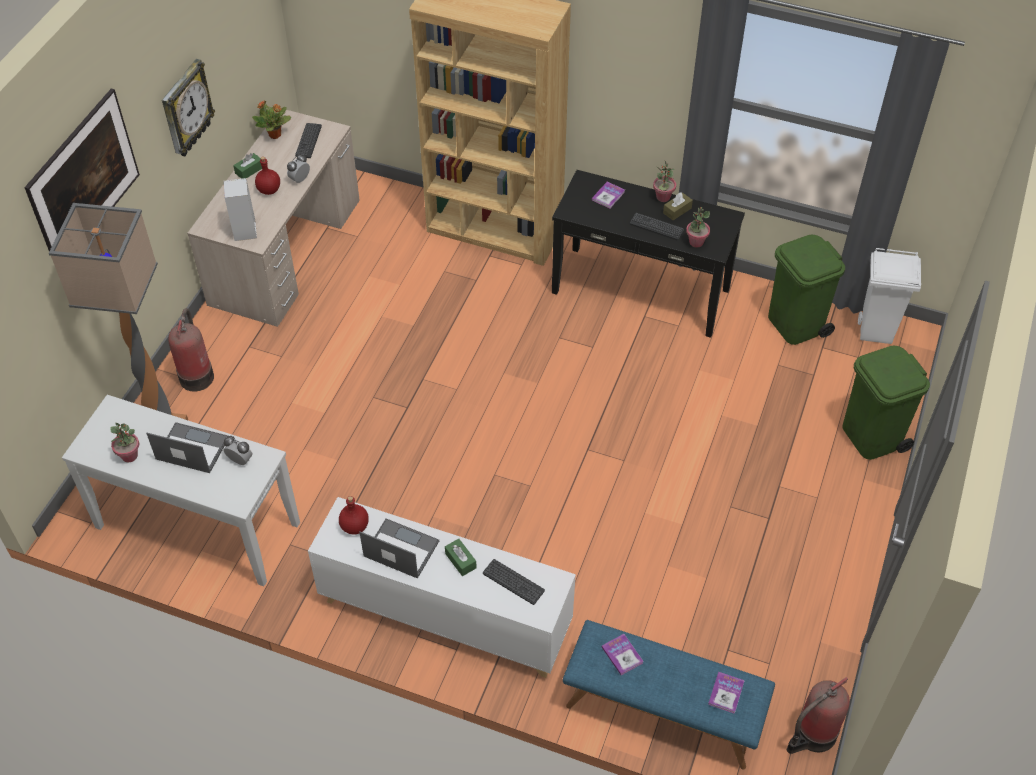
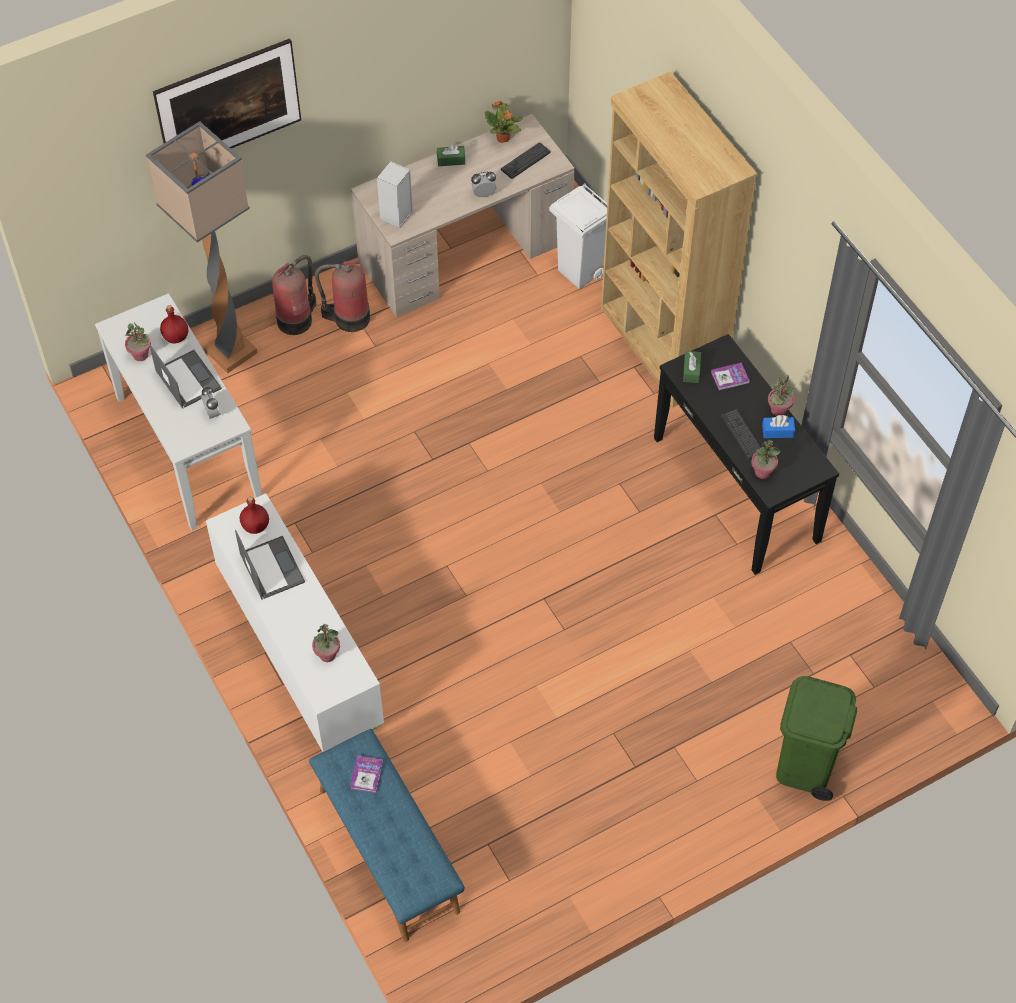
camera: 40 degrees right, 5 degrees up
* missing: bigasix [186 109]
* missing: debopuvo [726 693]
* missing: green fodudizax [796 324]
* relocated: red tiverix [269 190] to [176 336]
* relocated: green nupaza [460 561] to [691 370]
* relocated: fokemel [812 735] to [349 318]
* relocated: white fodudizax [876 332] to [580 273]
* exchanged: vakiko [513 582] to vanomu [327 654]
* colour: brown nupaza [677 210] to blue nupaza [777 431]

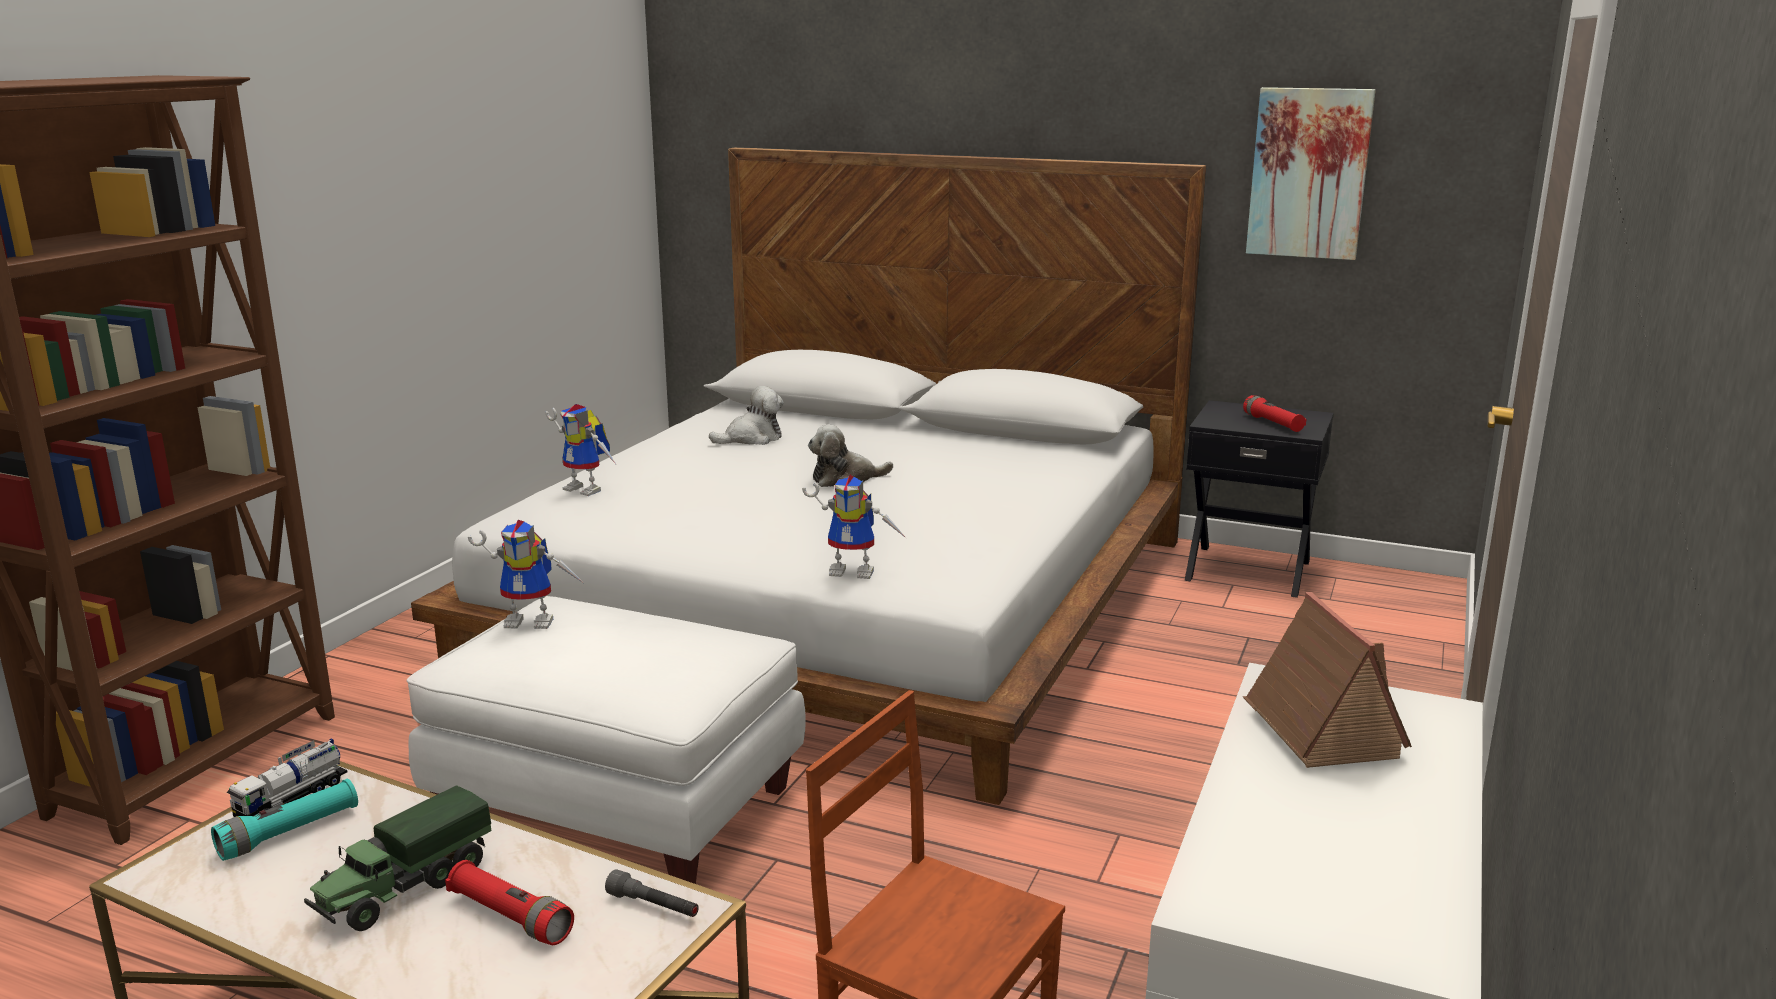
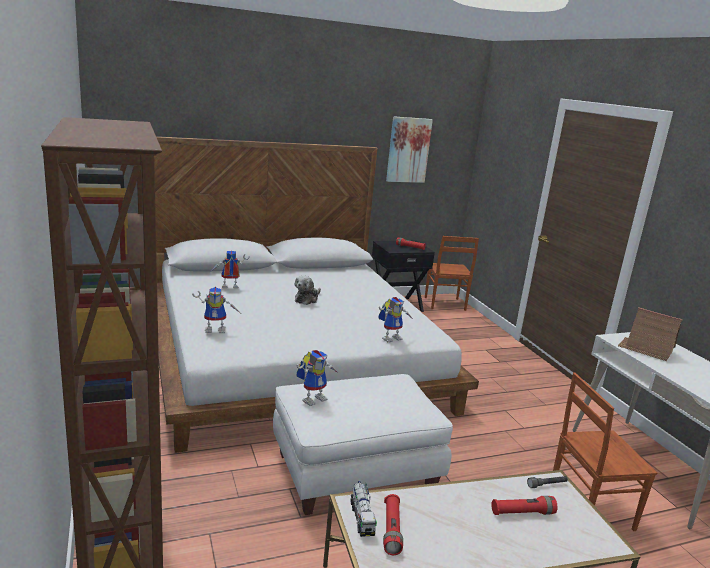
camera: 45 degrees left, 0 degrees up
* missing: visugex [404 889]
* appeared: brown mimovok [444 304]
* exchanged: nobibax [752 439] to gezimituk [228 288]
* colour: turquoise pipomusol [289 833] to red pipomusol [391 530]

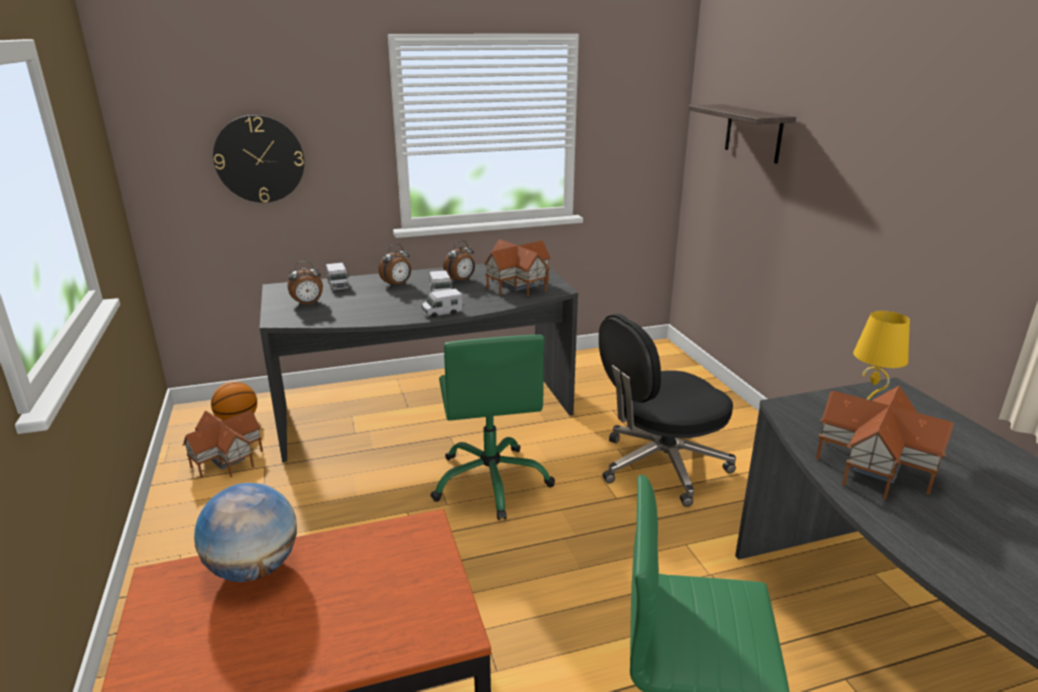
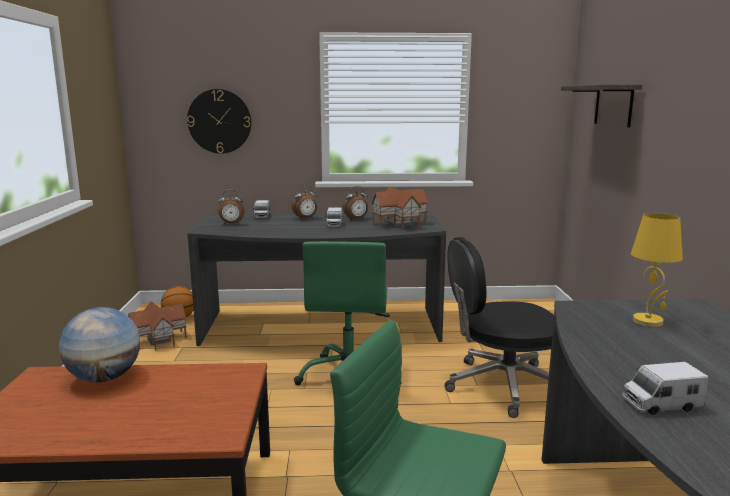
camera: 15 degrees right, 10 degrees down
* missing: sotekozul [873 465]
* relocated: visugex [442 313] to [661 404]

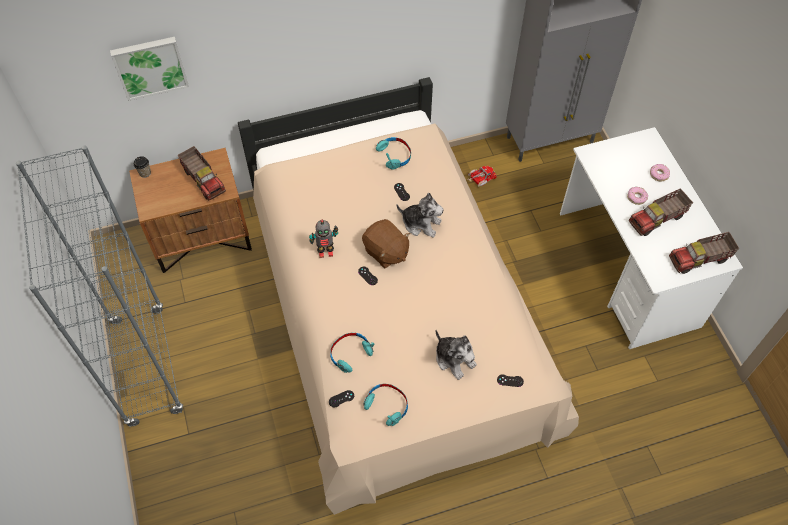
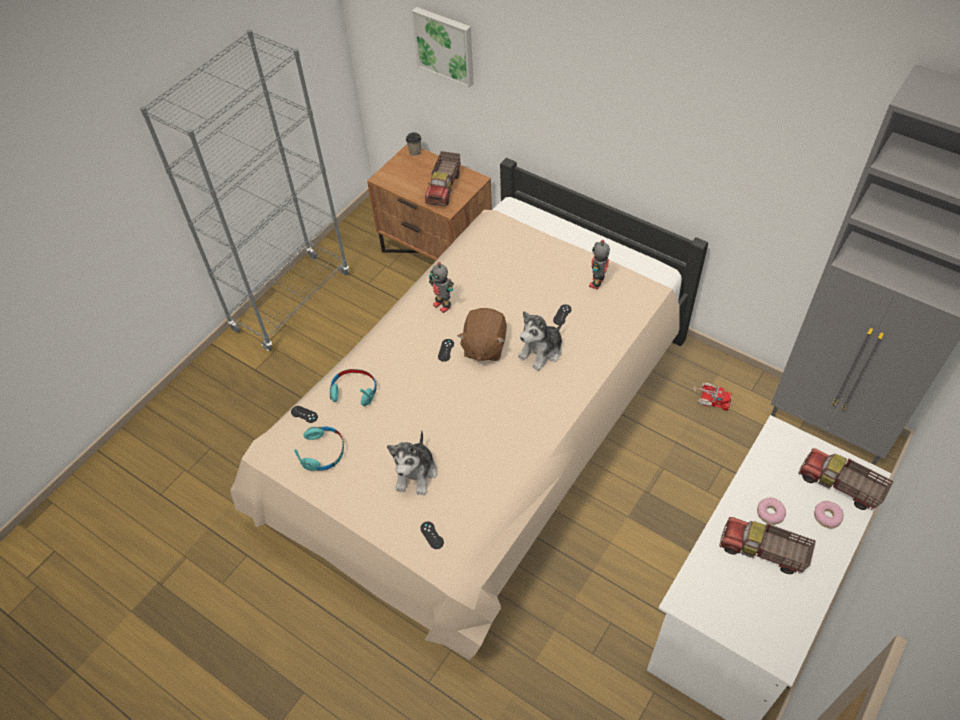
camera: 55 degrees right, 5 degrees down
* relocated: visugex [700 259] to [839 486]
* exchanged: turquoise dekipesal [394 155] to gezimituk [597 283]
* spun: nobibax [421 223] = [542 351] 60 degrees clockwise

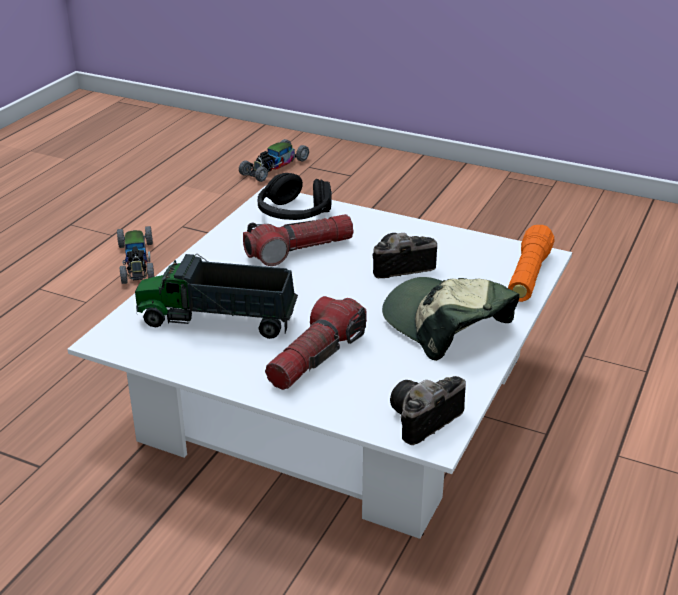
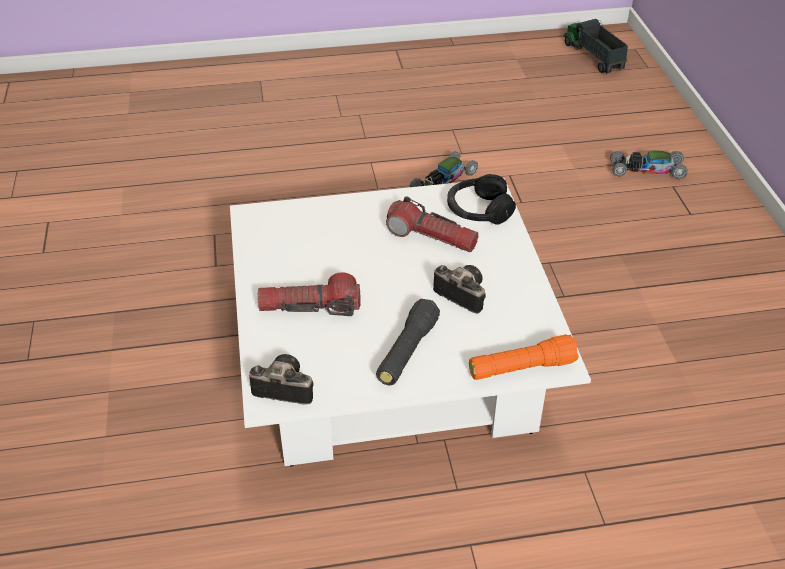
camera: 55 degrees right, 10 degrees up
* relocated: visugex [218 320] to [592 56]
* exchanged: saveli [446 325] to black pipomusol [407 351]

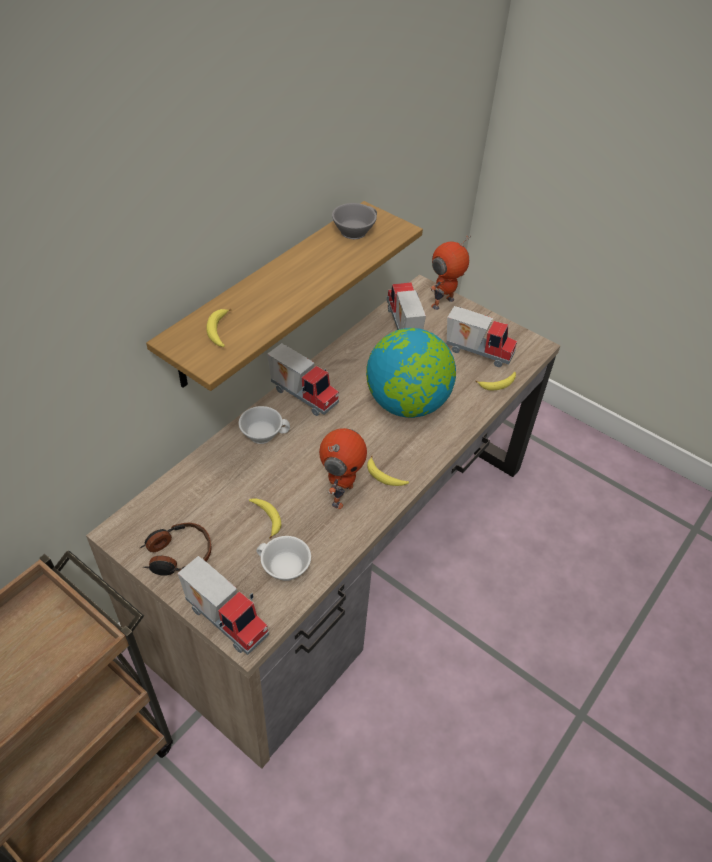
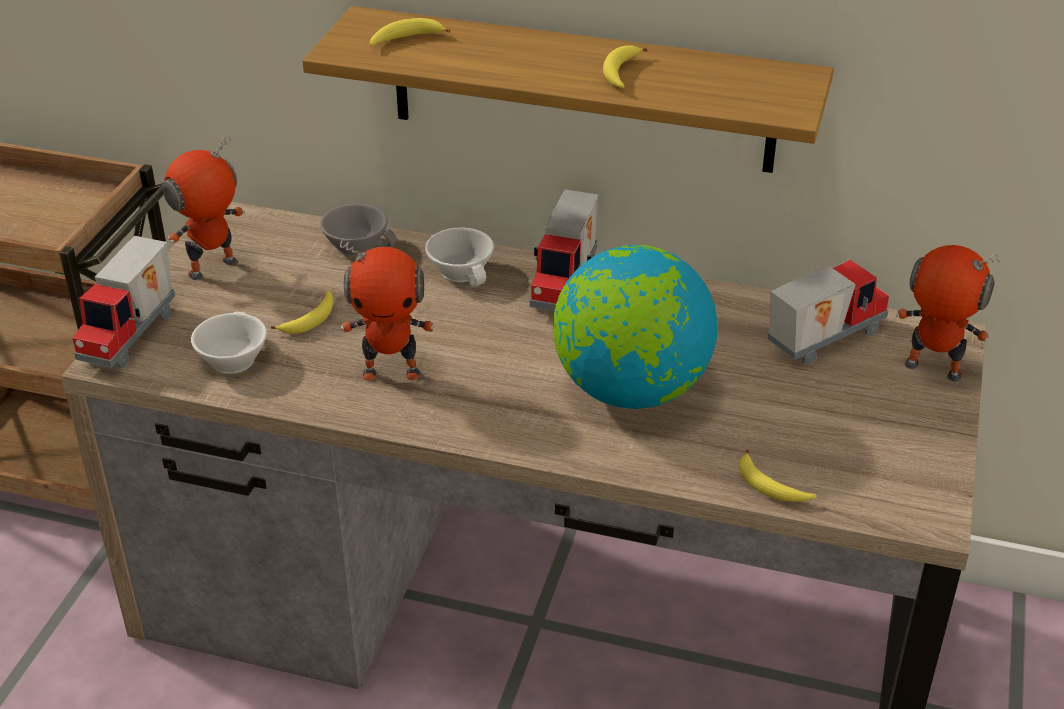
camera: 70 degrees right, 10 degrees down
* missing: visugex [478 351]
* relocated: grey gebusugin [353 230] to [359 245]
* relocated: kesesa [384 476] to [621 73]
* exchanged: dekipesal [177 555] to gezimituk [214 269]

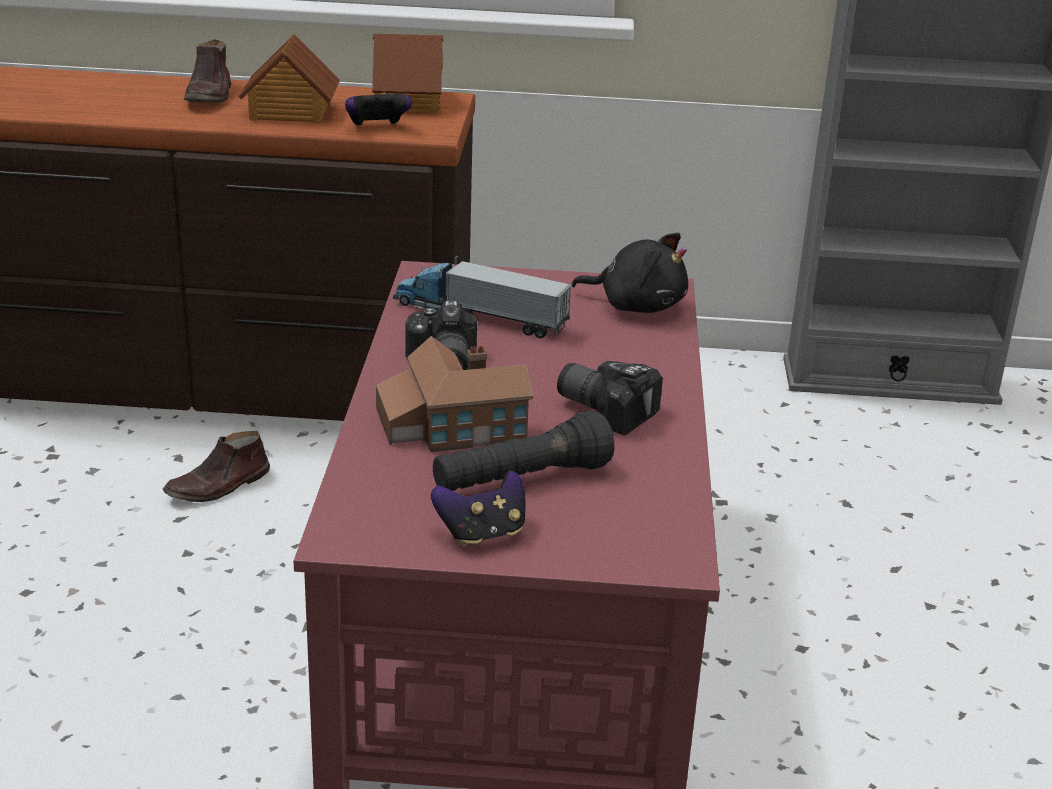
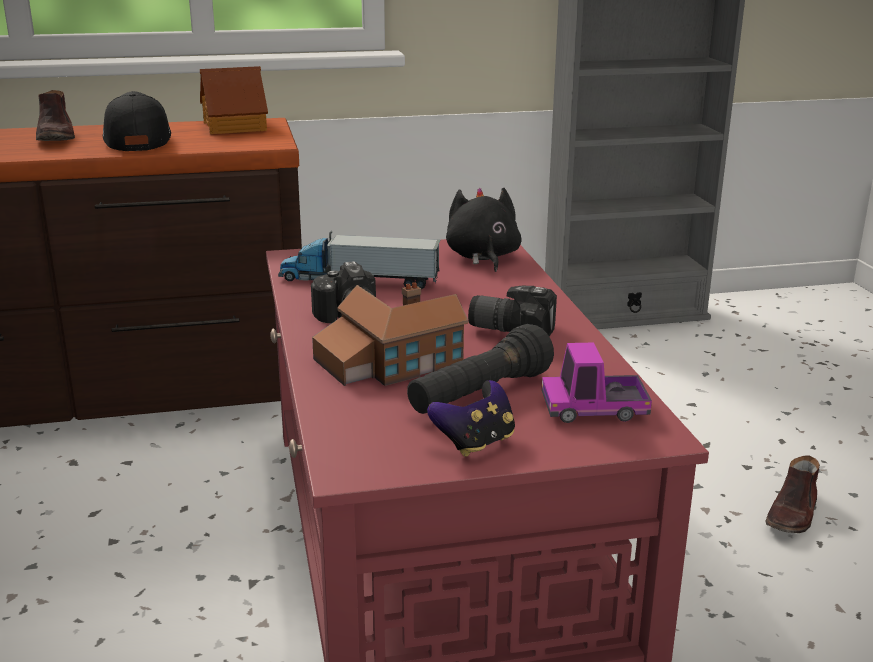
camera: 15 degrees left, 5 degrees down
* missing: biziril [377 128]
* appeared: visugex [594 409]
* relocated: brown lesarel [219 486] to [793 514]
* exchanged: sotekozul [290 111] to black saveli [136 140]
* spun: black nobibax [637 306] = [482 257] 105 degrees counterclockwise

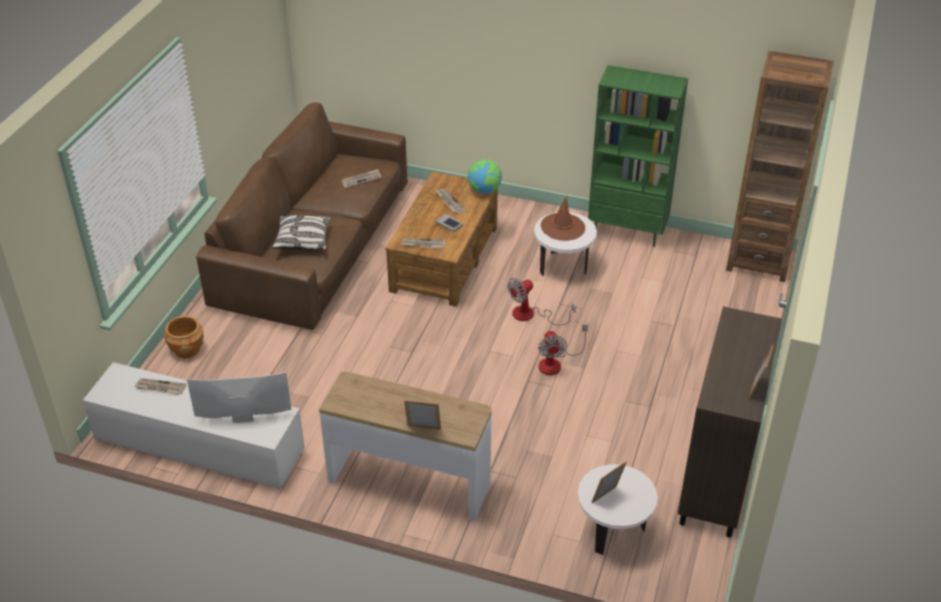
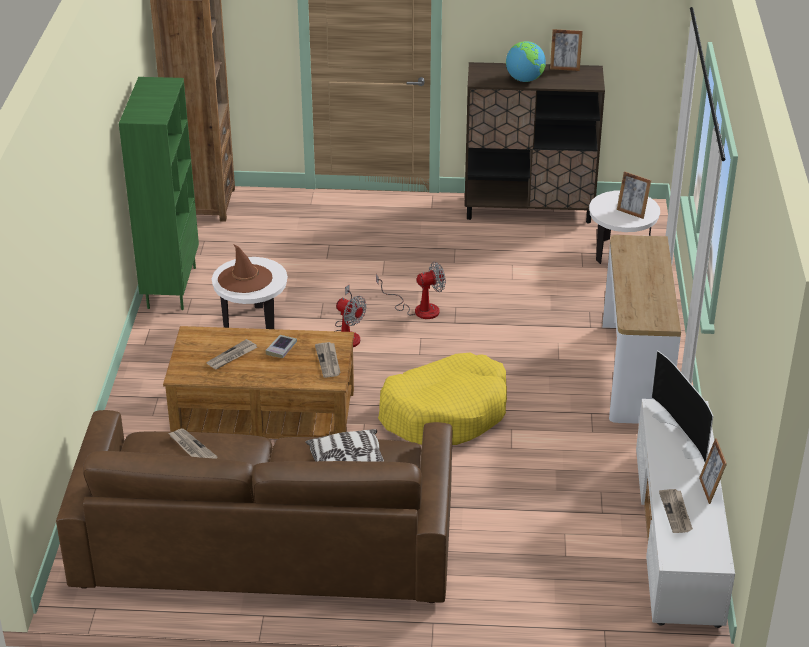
camera: 105 degrees left, 5 degrees down
* missing: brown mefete [187 350]
* appeared: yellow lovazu [445 412]
* relocated: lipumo [423 430] to [709 490]
* relocated: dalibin [484 191] to [524 79]

